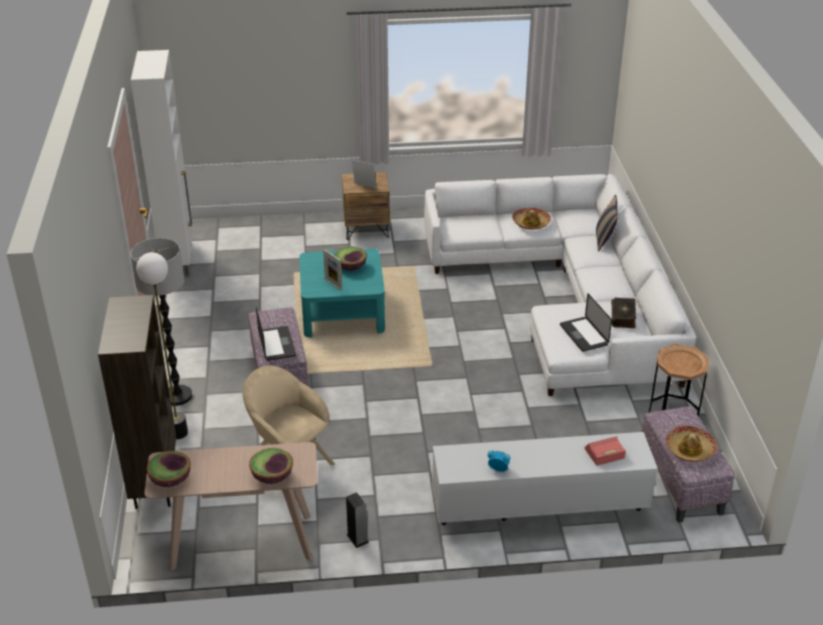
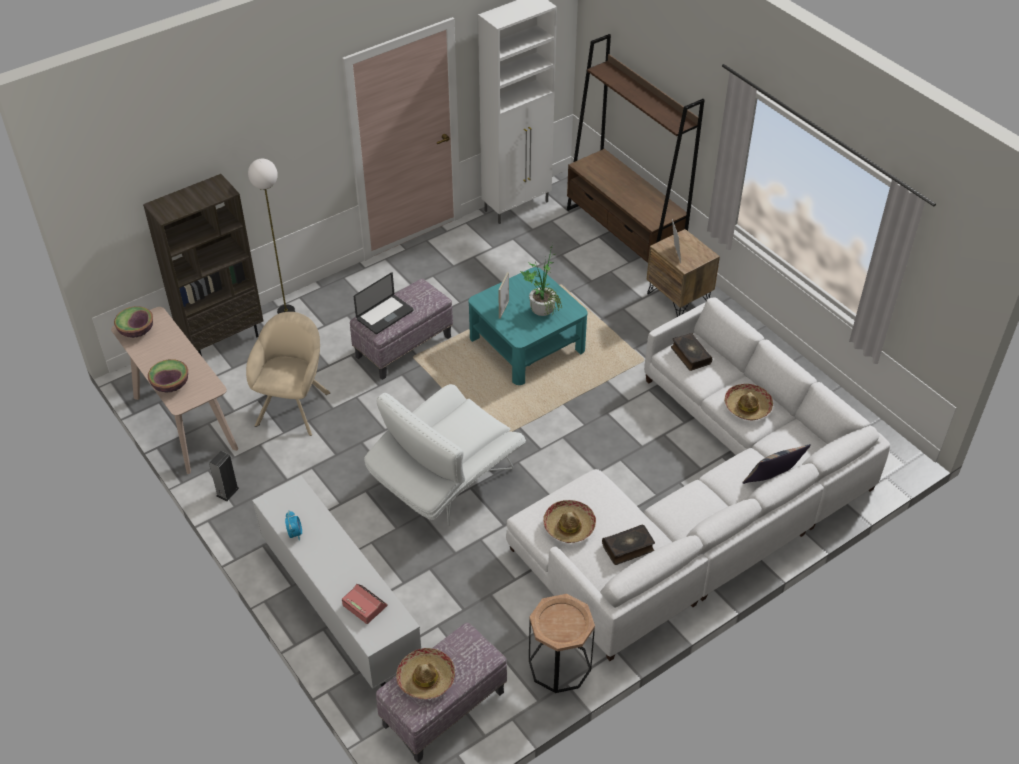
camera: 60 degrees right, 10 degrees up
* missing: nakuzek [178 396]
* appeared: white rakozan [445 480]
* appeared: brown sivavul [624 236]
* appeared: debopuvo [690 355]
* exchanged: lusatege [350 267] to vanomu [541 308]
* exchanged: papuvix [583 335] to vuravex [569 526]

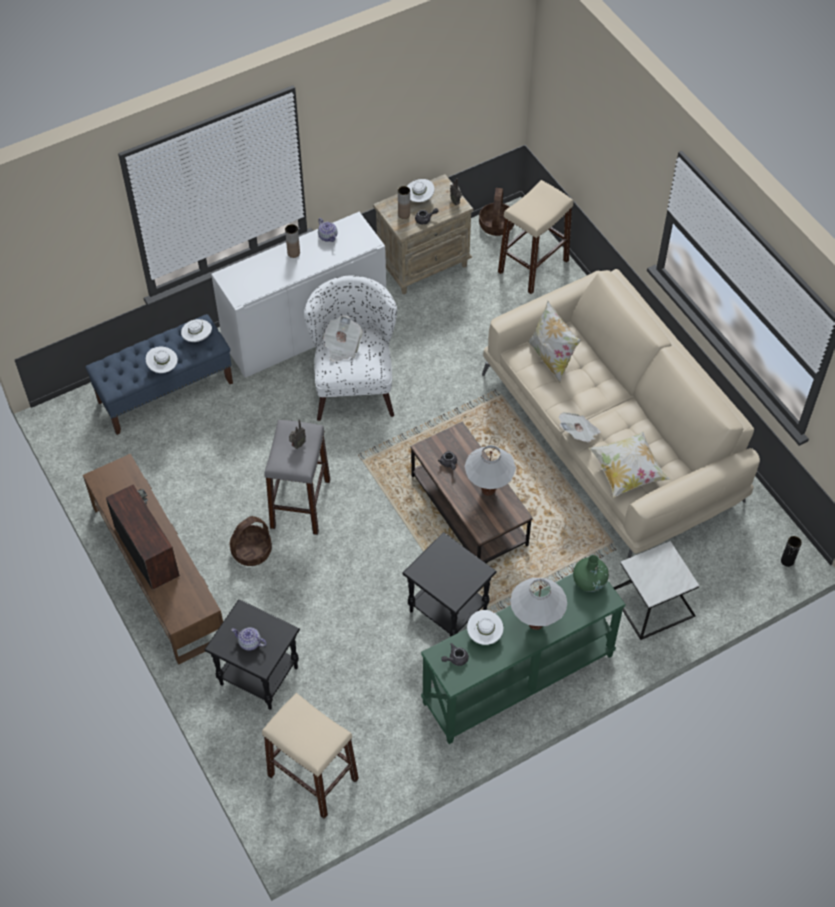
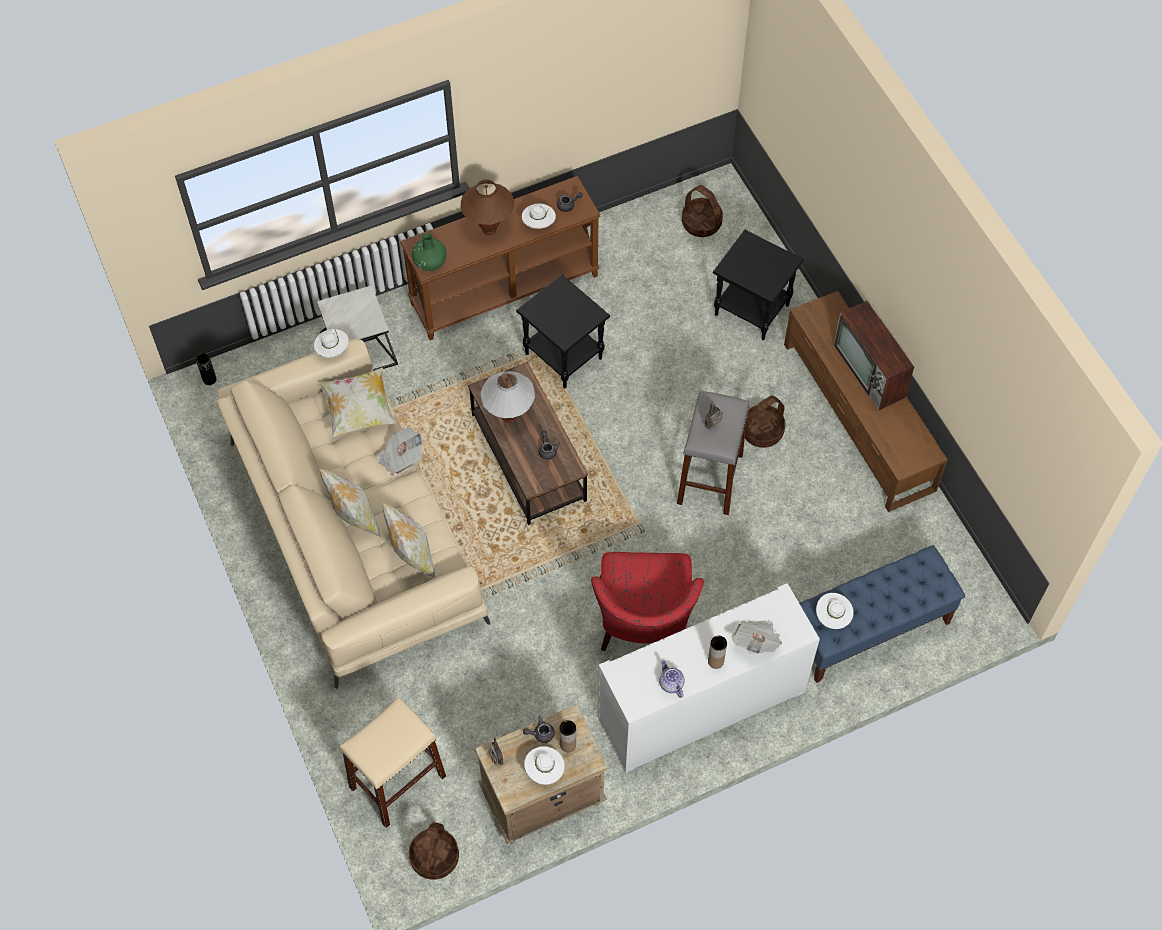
camera: 175 degrees left, 5 degrees up
* missing: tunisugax [249 643]
* appeared: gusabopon [354 517]
* relocated: white vuravex [163 367] to [333 350]
* relocated: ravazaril [342 346] to [756 641]
* exchanged: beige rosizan [313 777] to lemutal [702 223]
* colour: white rakozan [354 382] to red rakozan [644 625]
* colour: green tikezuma [518 680] to brown tikezuma [504 288]
* colour: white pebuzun [535 623] to brown pebuzun [489 230]

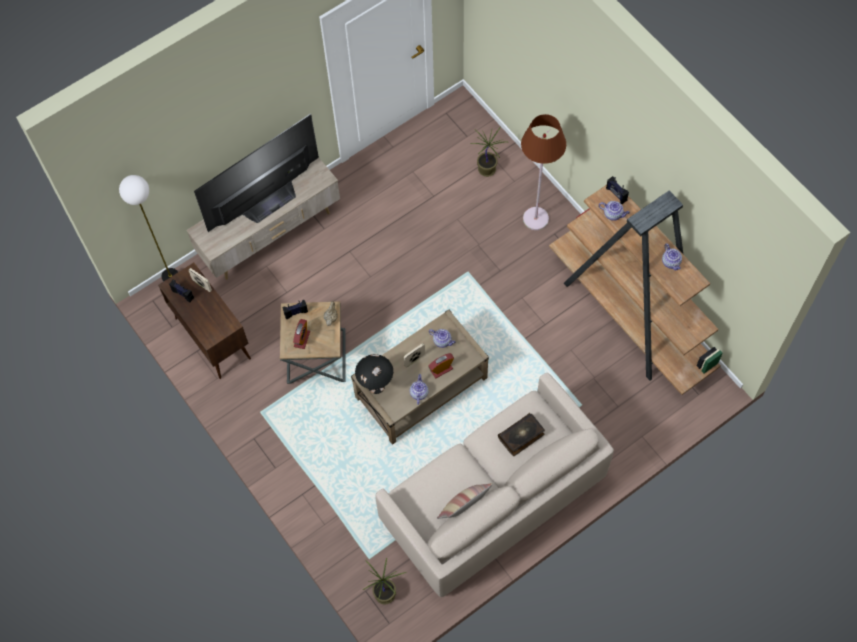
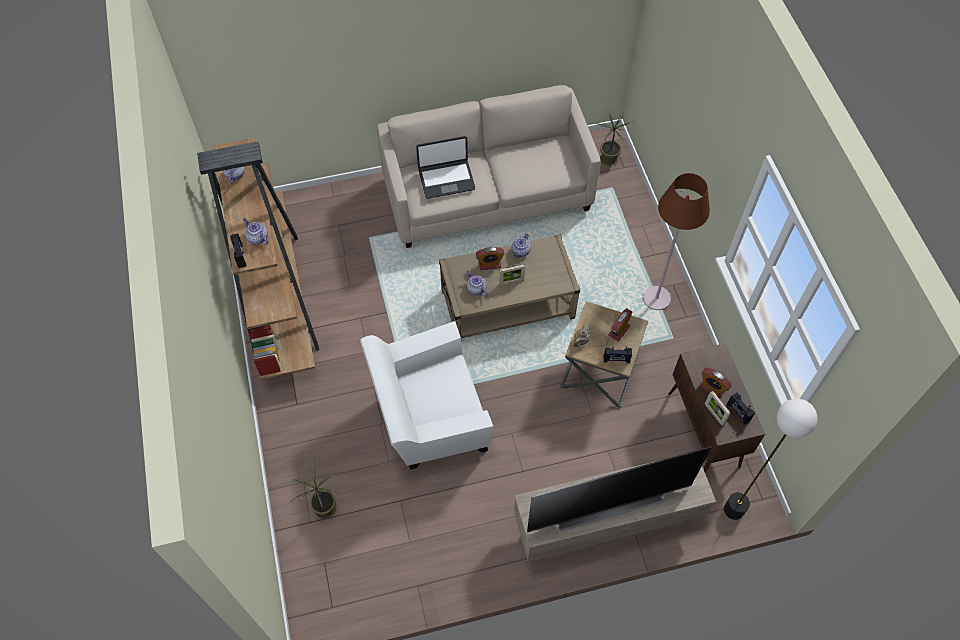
camera: 160 degrees left, 5 degrees down
* missing: black pebuzun [376 386]
* missing: gusabopon [464 508]
* appeared: white rakozan [429 421]
* appeared: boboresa [712 388]
* relocated: brown nakuzek [535 218] to [656 299]
* exchanged: debopuvo [521 436] to papuvix [446 179]

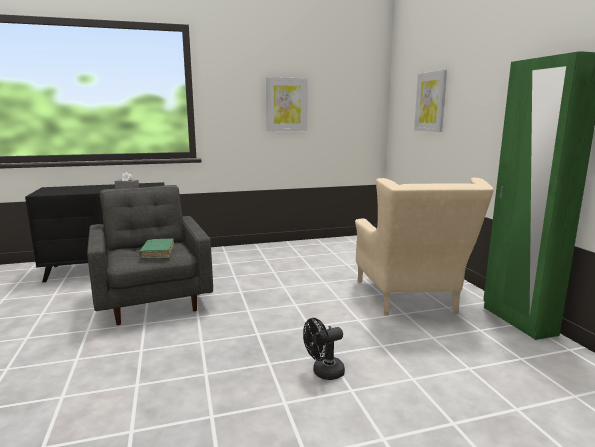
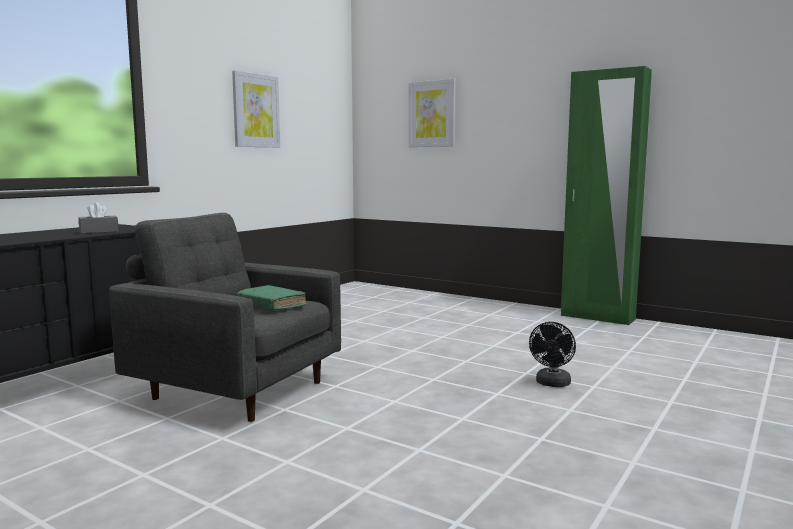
camera: 40 degrees left, 5 degrees down
* missing: beige rakozan [411 300]

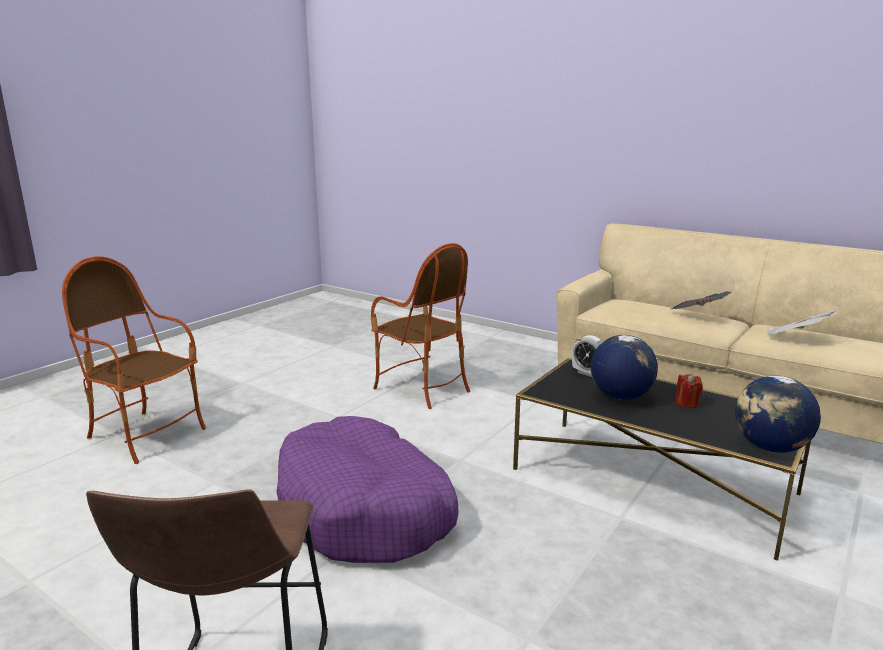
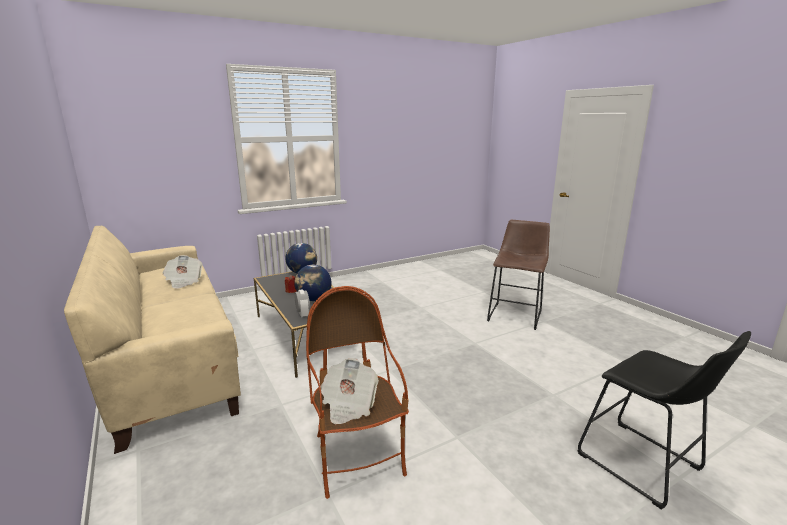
camera: 155 degrees left, 0 degrees up
* missing: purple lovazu [365 510]
* relocated: ravazaril [698 315] to [348 404]
* exchanged: rakozan [146 435] to black rosizan [644 466]

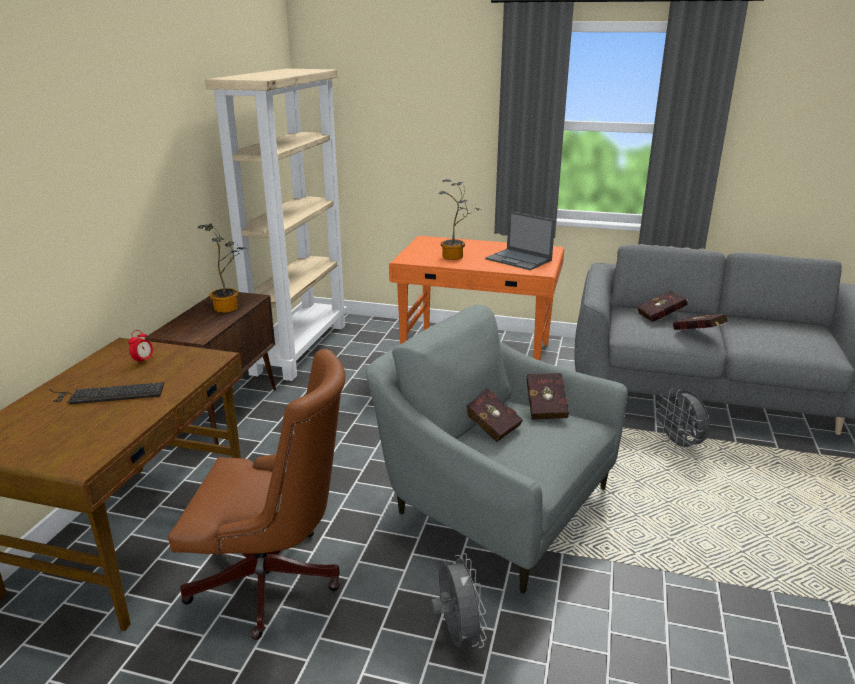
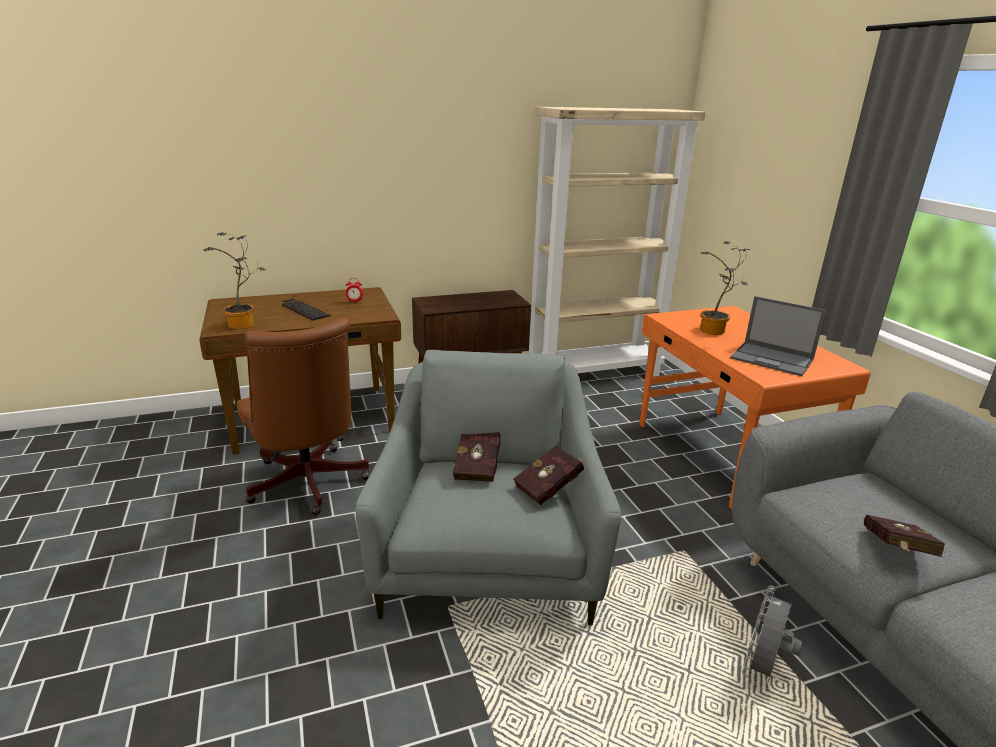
camera: 55 degrees right, 0 degrees up
* missing: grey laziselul [457 635]
* missing: red debopuvo [662 317]
* relocated: vanomu [229 307] to [244 325]
* spun: papuvix [519 260] = [773 359] 60 degrees counterclockwise

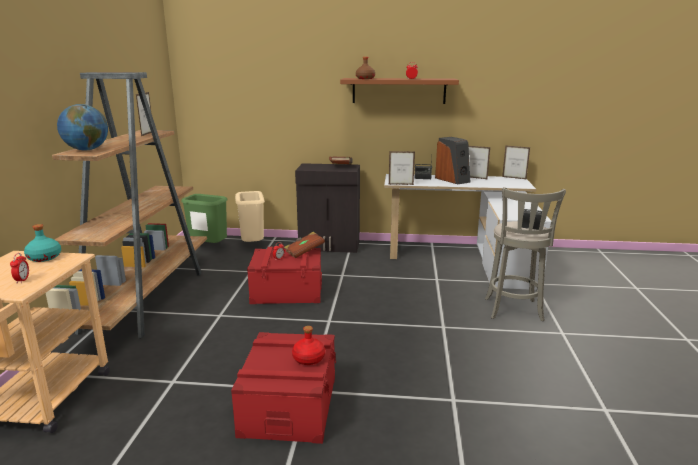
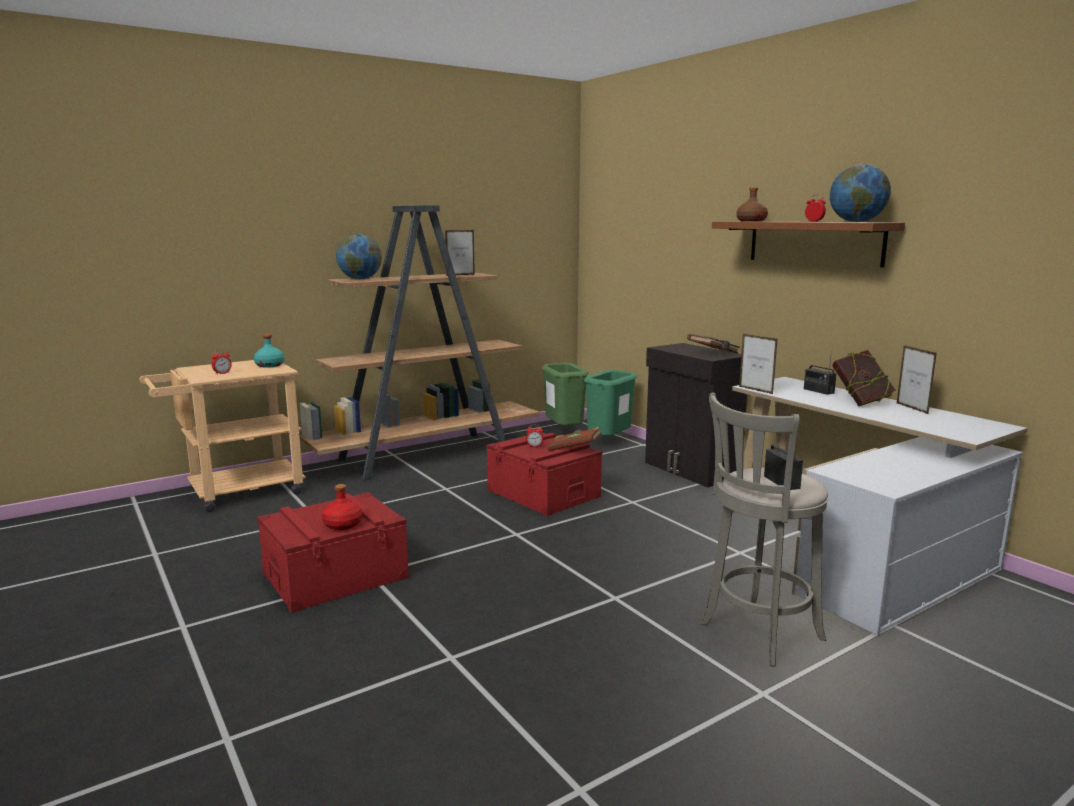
camera: 50 degrees right, 5 degrees down
* missing: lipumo [514 178]
* appeared: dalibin [856 222]
* exchanged: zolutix [452 180] to debopuvo [860 402]
* colour: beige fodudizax [252 245] to green fodudizax [608 443]

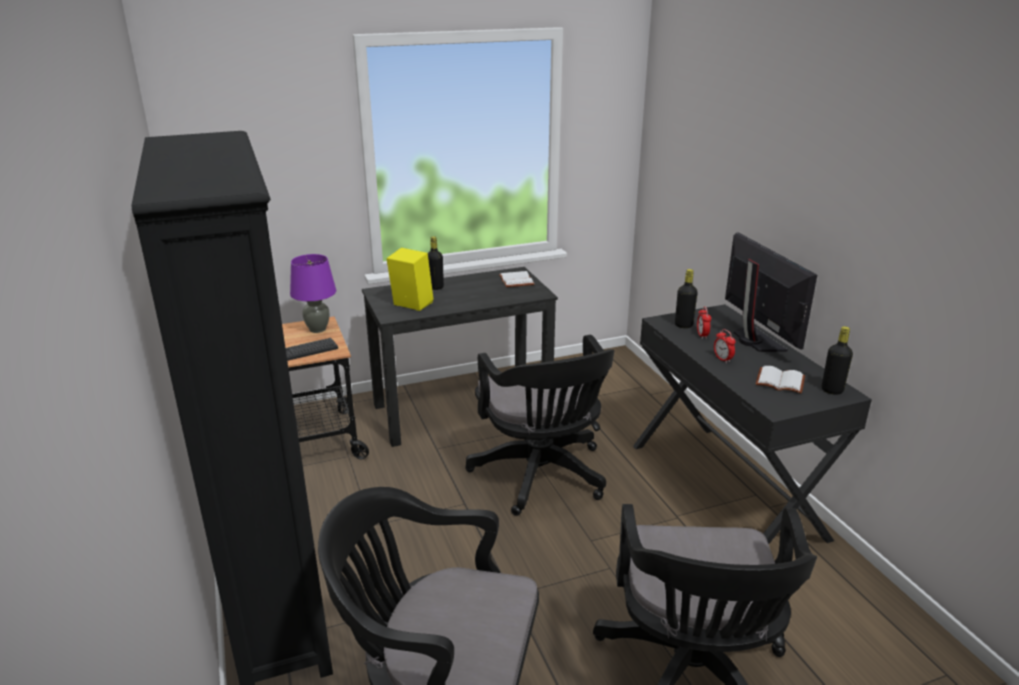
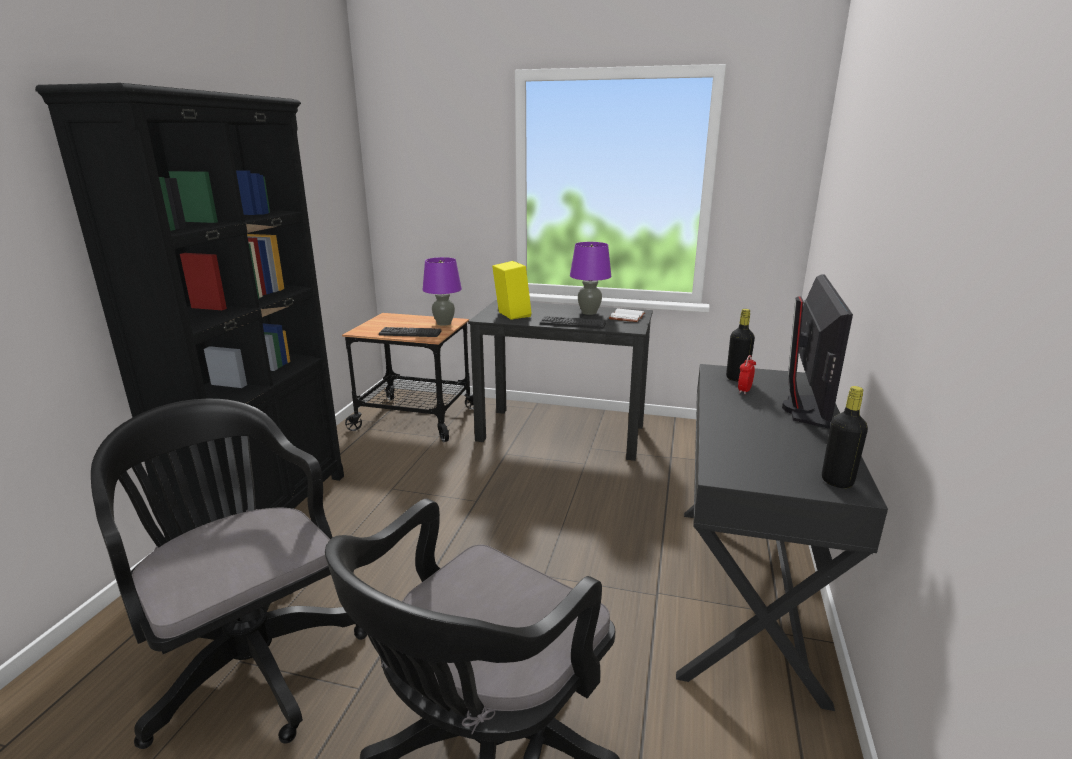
camera: 35 degrees right, 5 degrees down
* missing: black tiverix [435 287]
* missing: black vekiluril [542 477]
* missing: boboresa [722 359]
* missing: white debopuvo [779 382]
* appeared: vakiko [573 323]
* appeared: purple pebuzun [589 313]

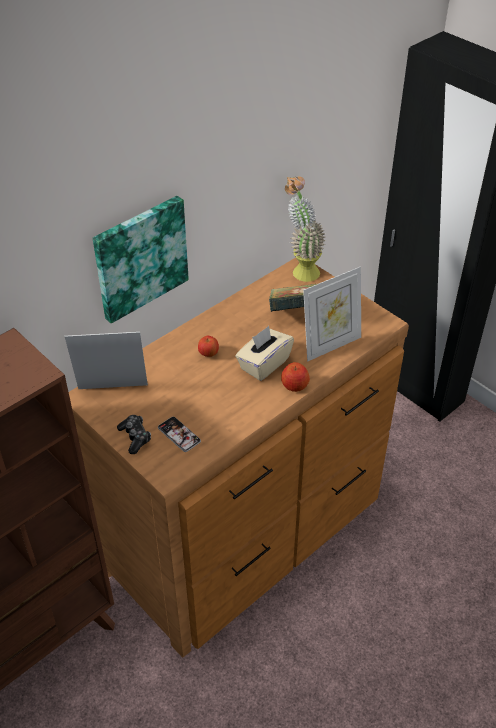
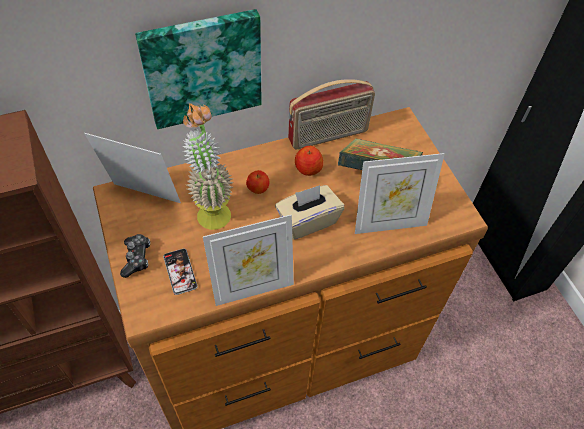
camera: 20 degrees right, 10 degrees up
* appeared: lipumo [252 287]
* appeared: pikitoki [328 136]
* relocated: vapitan [294 385] to [308 168]
* relocated: vanomu [301 269] to [211 208]

